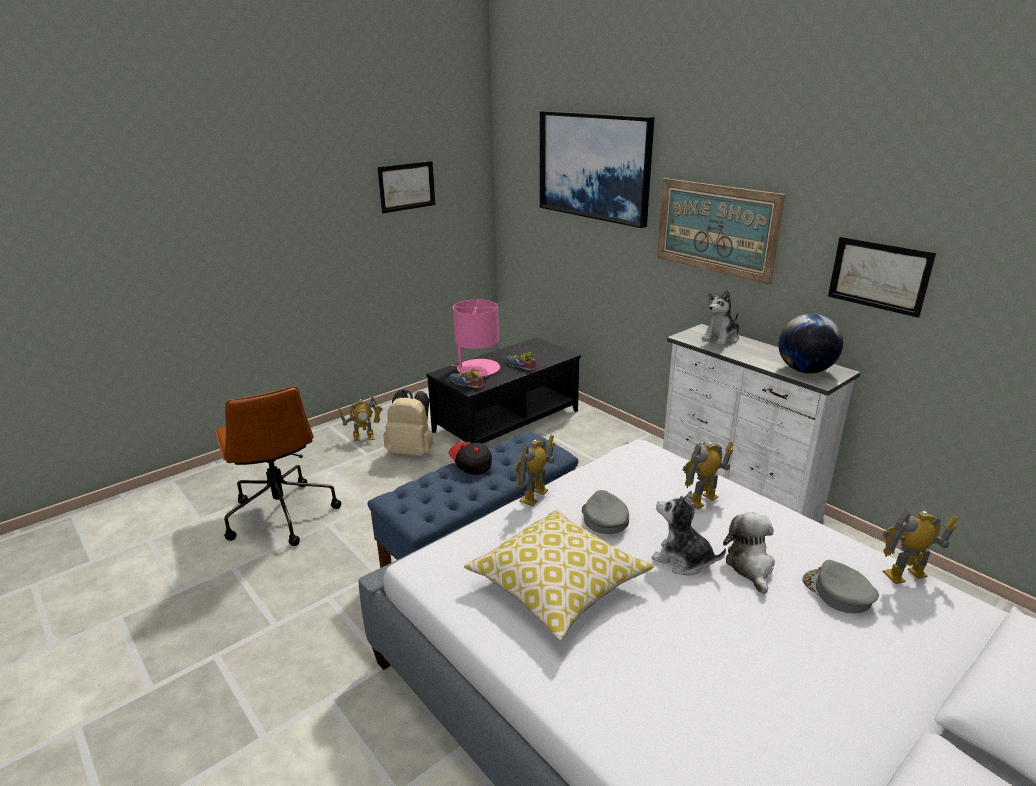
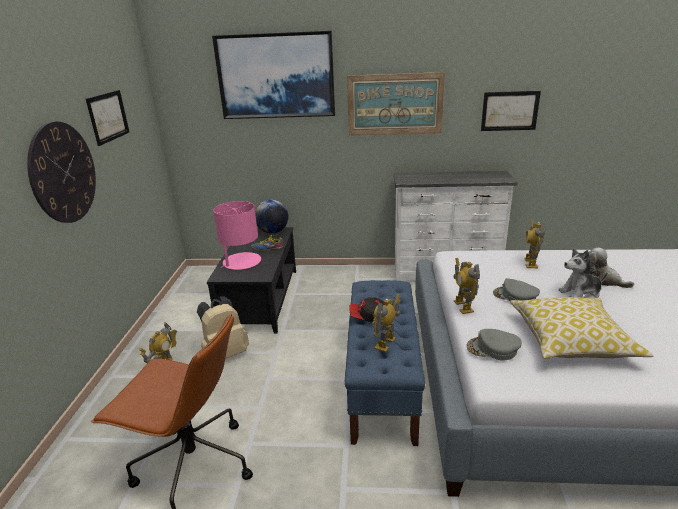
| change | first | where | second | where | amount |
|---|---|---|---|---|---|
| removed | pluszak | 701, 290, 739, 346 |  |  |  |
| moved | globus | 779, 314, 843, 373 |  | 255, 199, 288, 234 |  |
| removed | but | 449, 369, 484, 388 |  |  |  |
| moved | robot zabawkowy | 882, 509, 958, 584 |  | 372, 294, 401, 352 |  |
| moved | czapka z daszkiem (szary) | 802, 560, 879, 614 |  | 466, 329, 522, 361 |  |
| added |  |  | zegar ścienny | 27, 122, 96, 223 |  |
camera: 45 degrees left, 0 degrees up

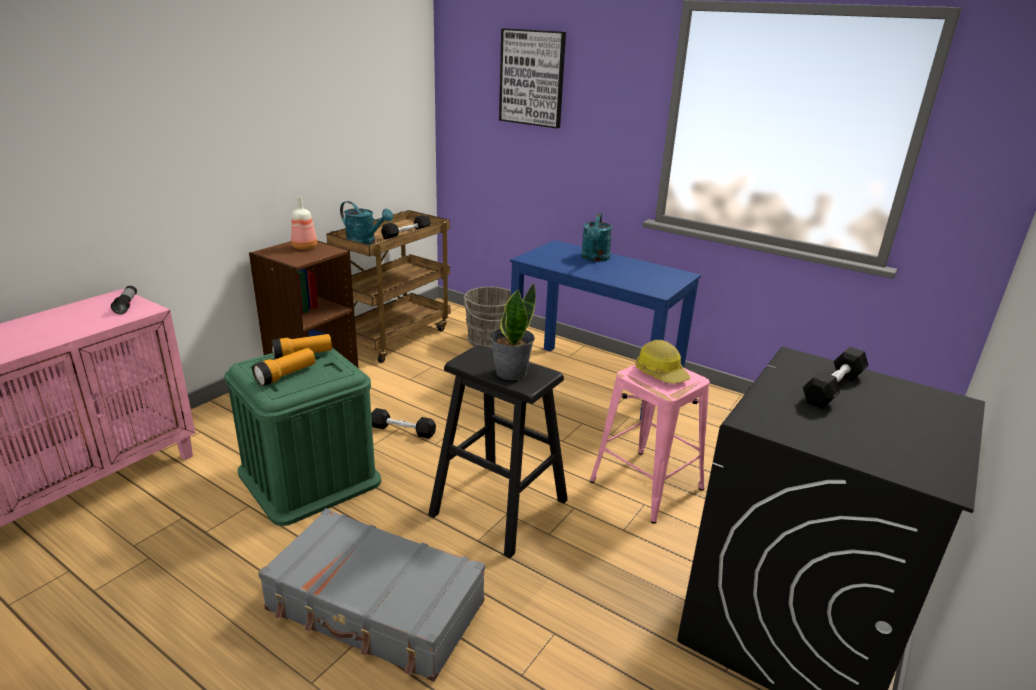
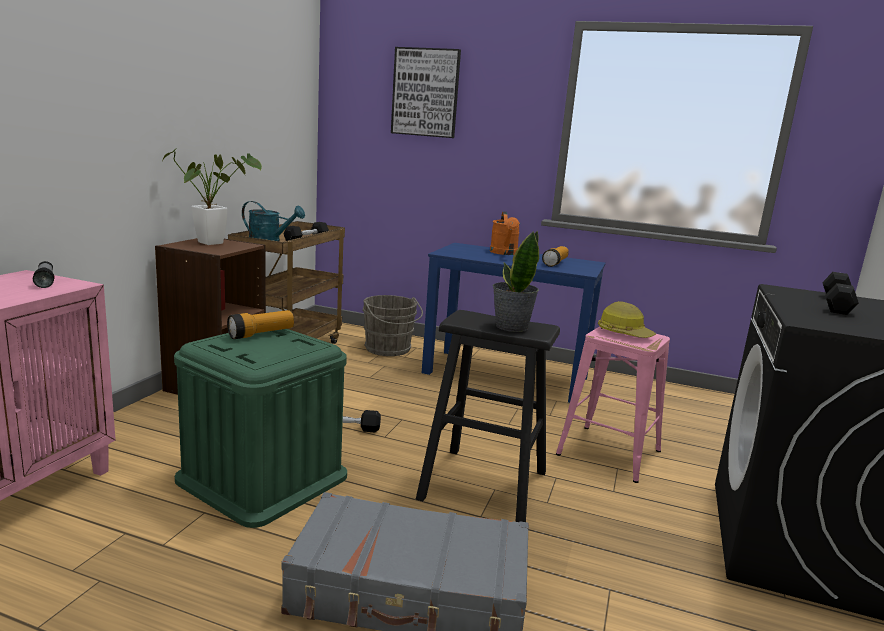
| change | first | where | second | where | amount |
|---|---|---|---|---|---|
| replaced | butelka | 291, 196, 317, 250 | roślina doniczkowa | 163, 148, 262, 245 |  |
| recoloured | konewka (turkusowy) | 581, 213, 612, 262 | konewka (pomarańczowy) | 490, 212, 520, 255 |  |
| moved | latarka | 252, 348, 315, 386 |  | 542, 246, 569, 267 |  |
camera: 15 degrees left, 10 degrees down

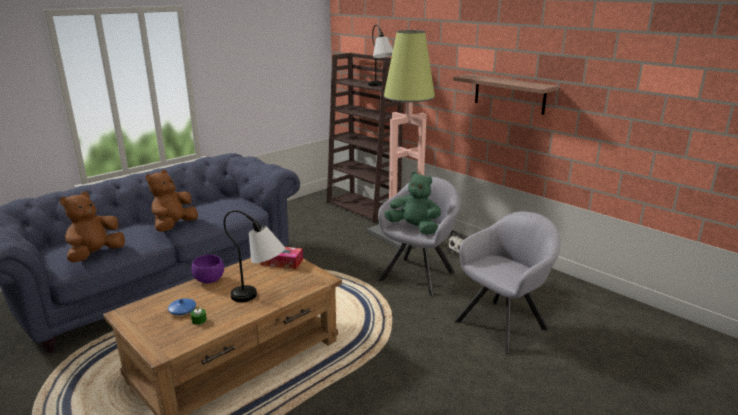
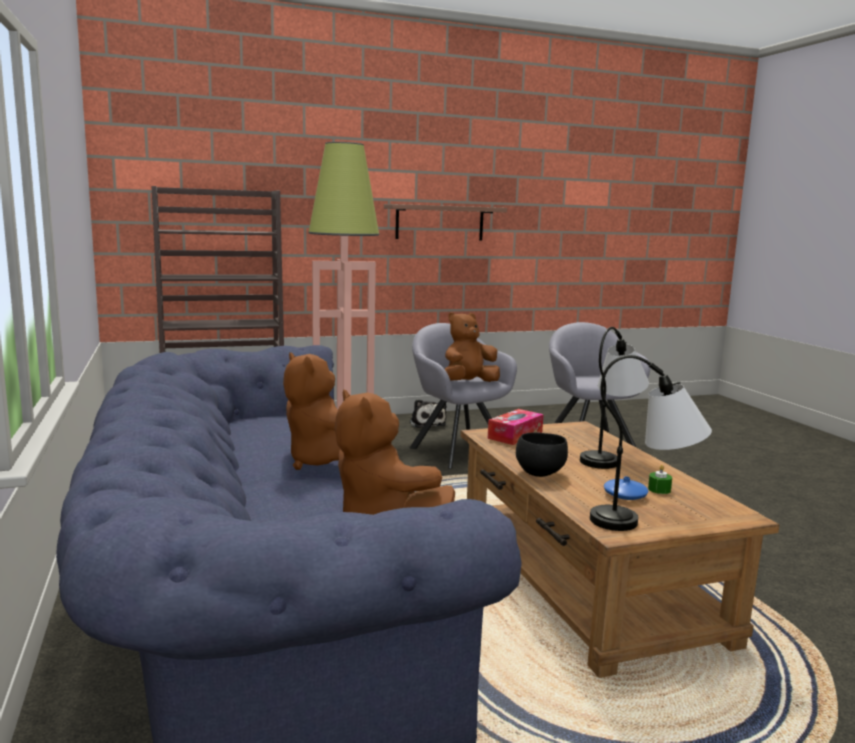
| change | first | where | second | where | amount |
|---|---|---|---|---|---|
| moved | lampa stołowa | 368, 25, 393, 86 |  | 590, 355, 712, 531 |  |
| recoloured | pluszak (zielony) | 384, 172, 441, 234 | pluszak (brązowy) | 445, 312, 500, 382 |  |
| recoloured | miska (fioletowy) | 191, 255, 224, 283 | miska (czarny) | 516, 432, 568, 477 |  |
camera: 65 degrees left, 10 degrees down

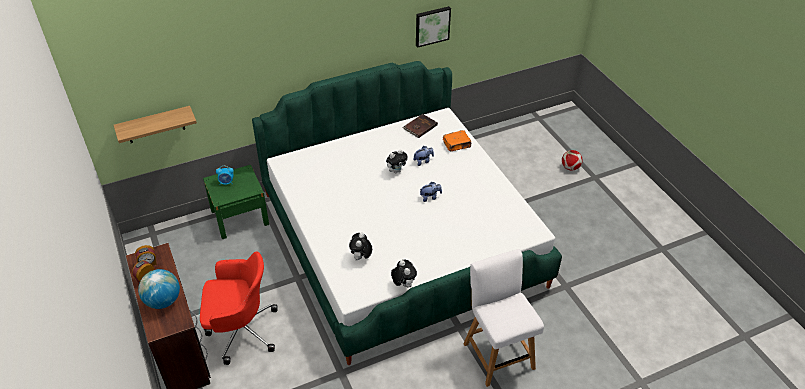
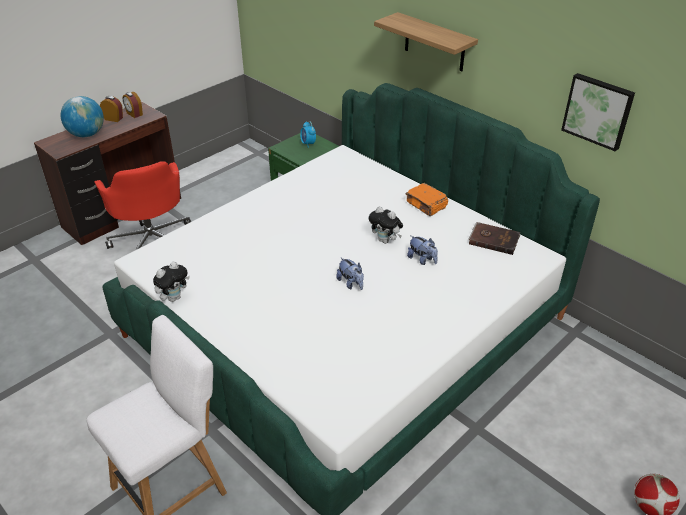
| change | first | where | second | where | amount |
|---|---|---|---|---|---|
| moved | półka | 114, 106, 197, 143 |  | 374, 12, 478, 71 |  |
| moved | książka (pomarańczowy) | 443, 130, 471, 151 |  | 406, 183, 448, 216 |  |
| removed | pluszak | 349, 233, 372, 260 |  |  |  |
camera: 70 degrees right, 5 degrees down

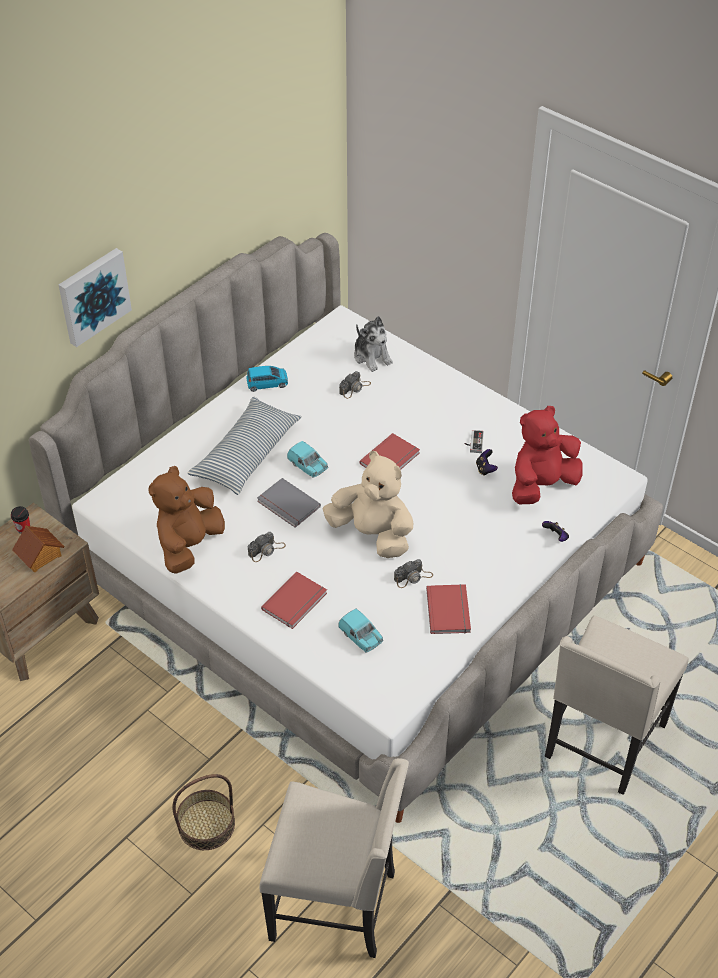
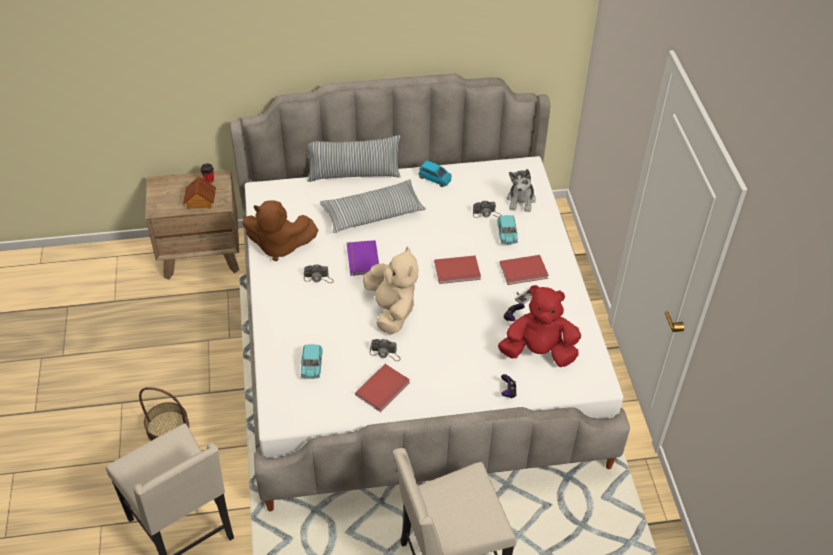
| change | first | where | second | where | amount |
|---|---|---|---|---|---|
| removed | obraz | 59, 248, 132, 347 |  |  |  |
| moved | samochodzik (turkusowy) | 287, 441, 328, 478 |  | 497, 215, 518, 244 |  |
| turned | pluszak (brązowy) | 148, 466, 225, 574 |  | 242, 200, 318, 261 | 150 degrees counterclockwise |
| recoloured | książka (szary) | 257, 478, 321, 528 | książka (fioletowy) | 347, 240, 379, 276 |  |
| moved | książka (czerwony) | 261, 572, 327, 629 |  | 500, 255, 549, 285 |  |
| added |  |  | poduszka | 307, 135, 401, 182 |  |
camera: 40 degrees right, 0 degrees up

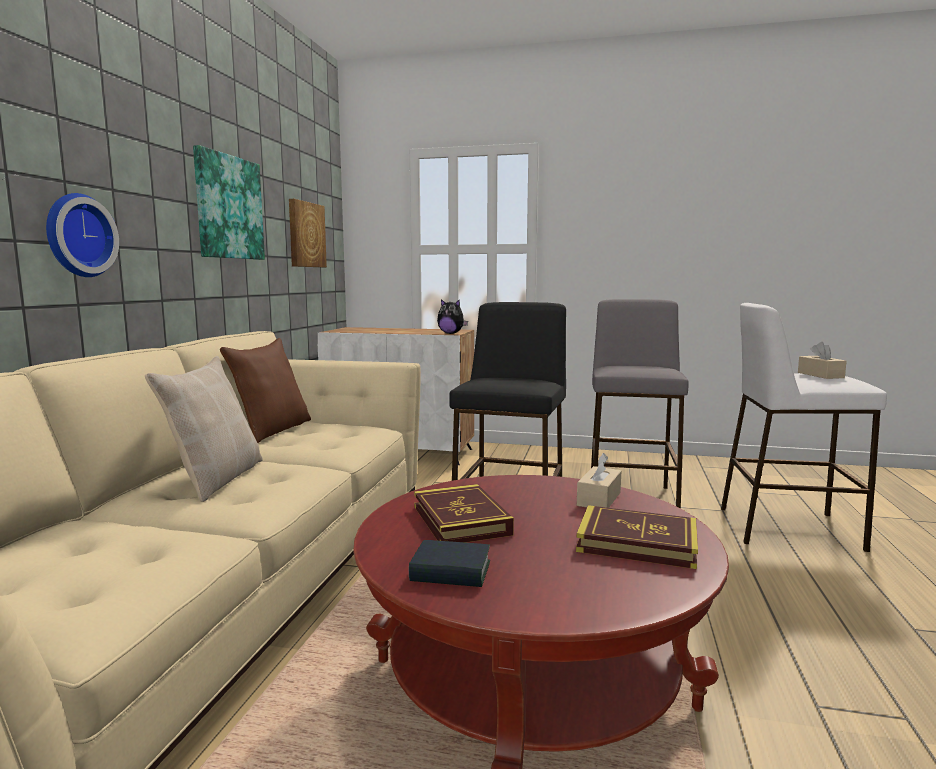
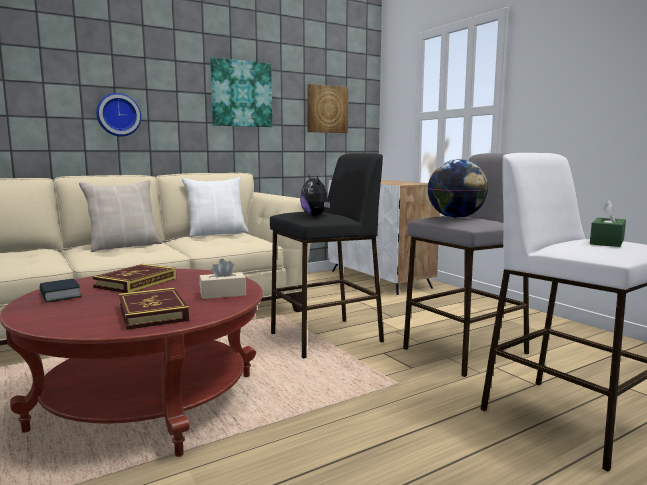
| change | first | where | second | where | amount |
|---|---|---|---|---|---|
| moved | pluszak | 437, 299, 468, 334 |  | 300, 176, 331, 216 |  |
| recoloured | poduszka (brązowy) | 220, 338, 311, 443 | poduszka (biały) | 182, 177, 249, 238 |  |
| recoloured | pudełko chusteczek (beżowy) | 798, 342, 847, 379 | pudełko chusteczek (zielony) | 590, 200, 626, 247 |  |
| added |  |  | globus | 427, 159, 488, 218 |  |
camera: 45 degrees right, 0 degrees up

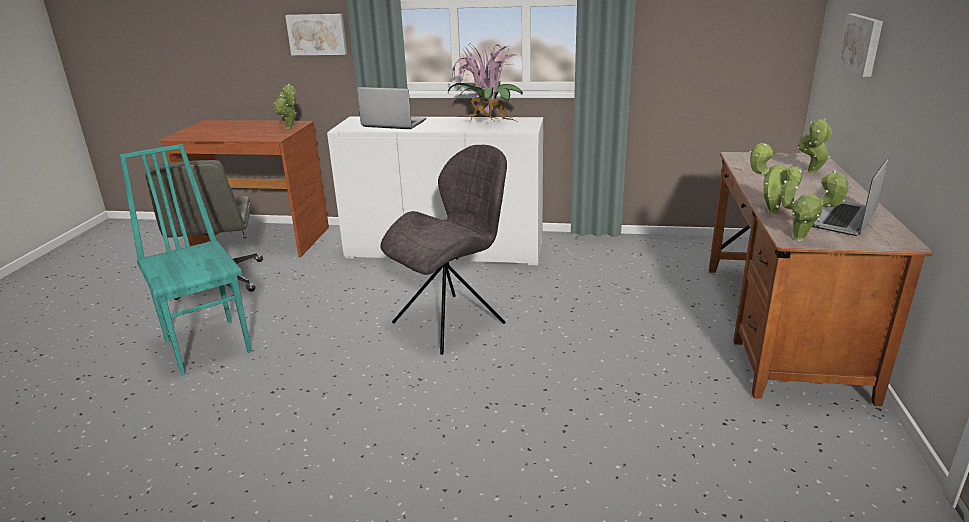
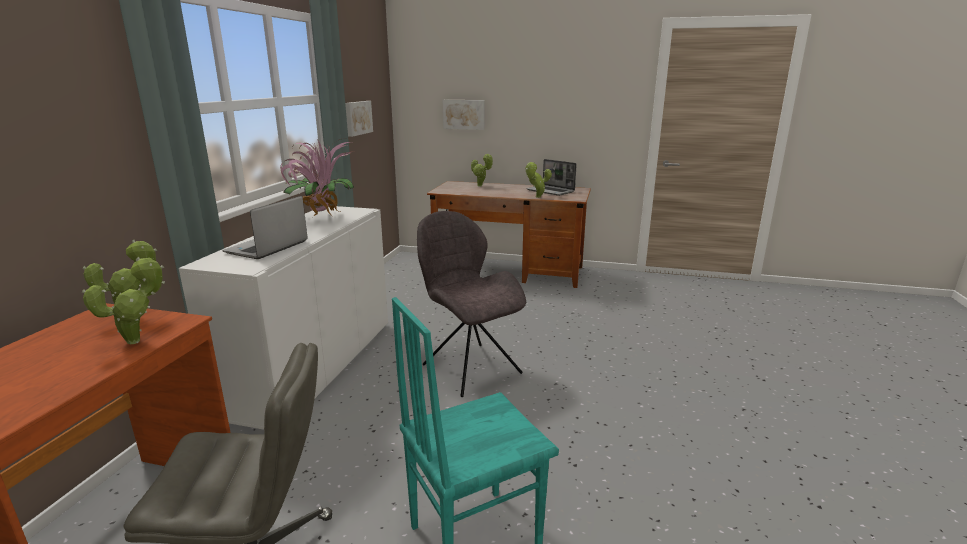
| change | first | where | second | where | amount |
|---|---|---|---|---|---|
| moved | obraz | 285, 14, 347, 55 |  | 345, 101, 373, 137 |  |
| moved | roślina doniczkowa | 781, 170, 851, 241 |  | 82, 257, 165, 344 |  |
camera: 85 degrees left, 5 degrees down

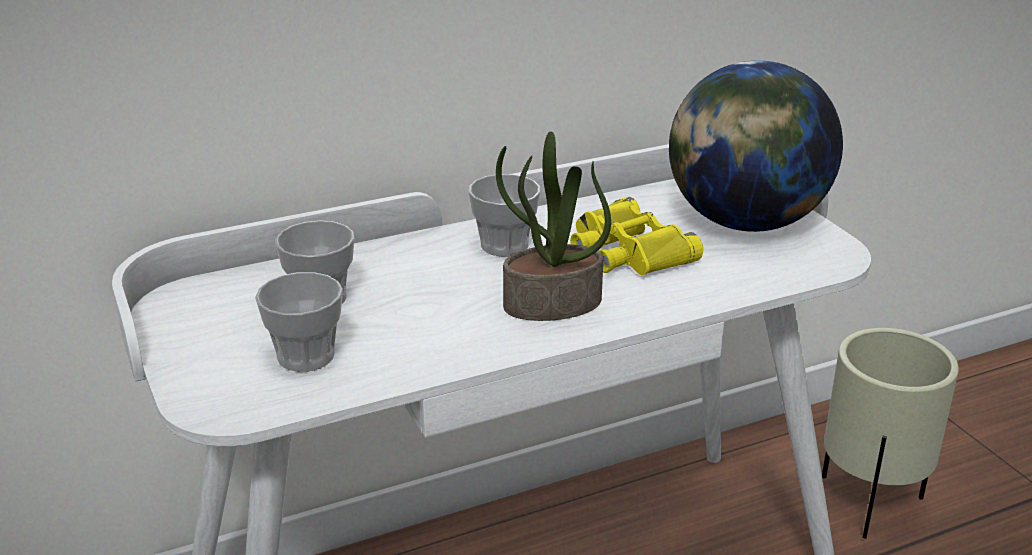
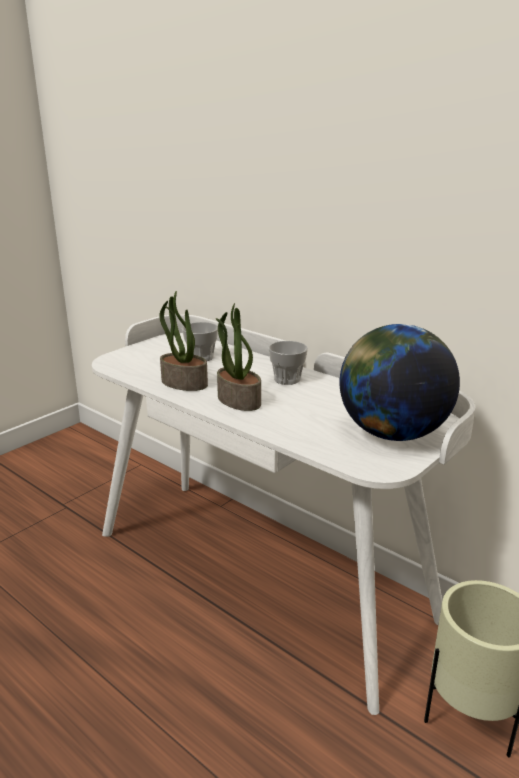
| change | first | where | second | where | amount |
|---|---|---|---|---|---|
| removed | lornetka (żółty) | 570, 197, 703, 275 |  |  |  |
| removed | filiżanka | 255, 272, 343, 372 |  |  |  |
| added |  |  | roślina doniczkowa | 159, 291, 208, 391 |  |
camera: 65 degrees right, 5 degrees down

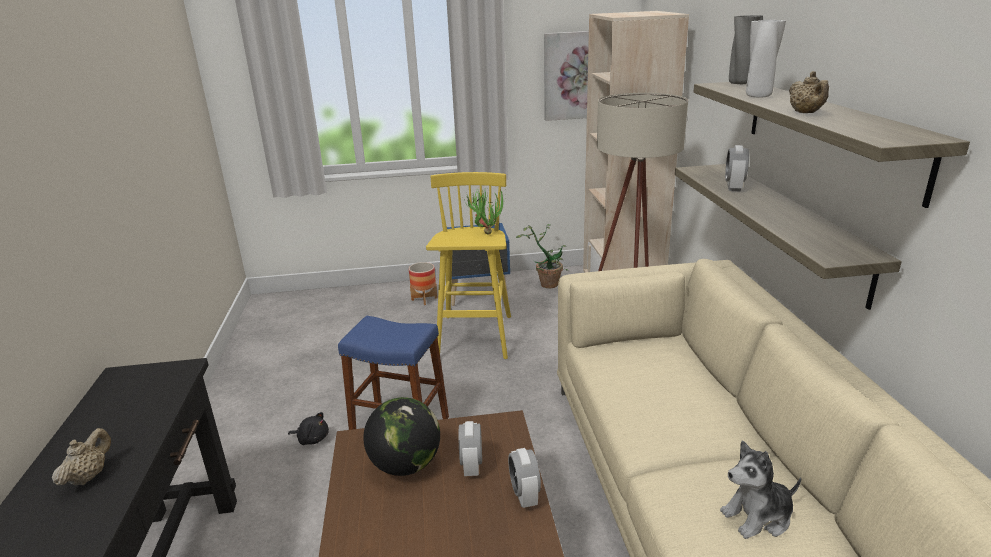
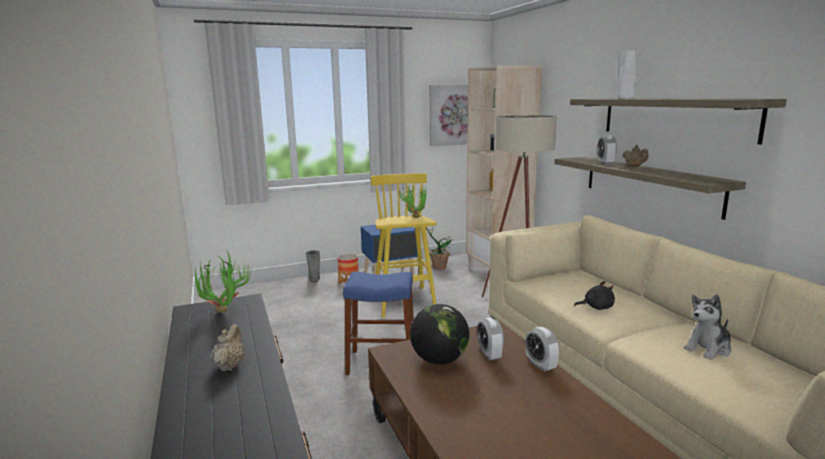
| change | first | where | second | where | amount |
|---|---|---|---|---|---|
| moved | wazon (szary) | 729, 15, 763, 84 |  | 306, 250, 320, 282 |  |
| moved | imbryk (beżowy) | 789, 71, 829, 113 |  | 622, 145, 648, 167 |  |
| moved | pluszak (czarny) | 288, 412, 329, 445 |  | 574, 281, 615, 310 |  |
| added |  |  | roślina doniczkowa | 191, 251, 252, 313 |  |
camera: 15 degrees left, 10 degrees down

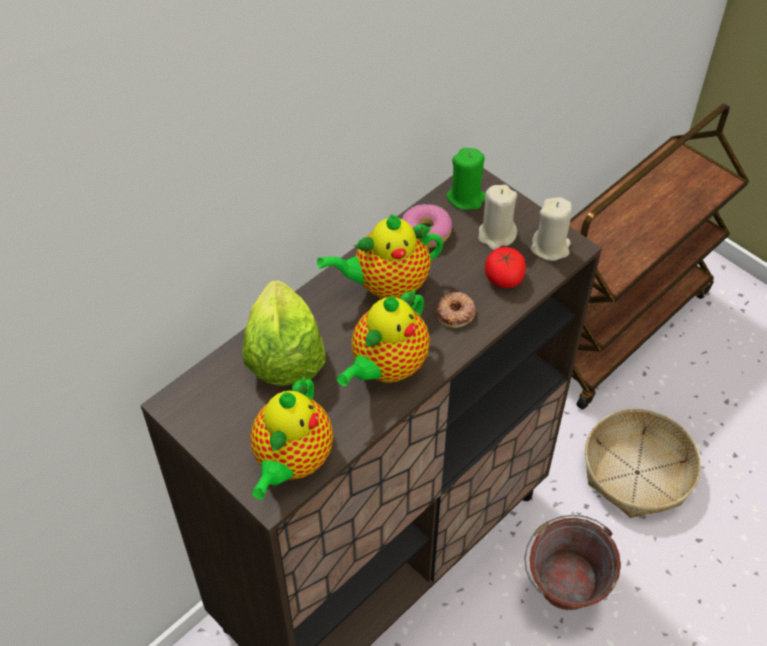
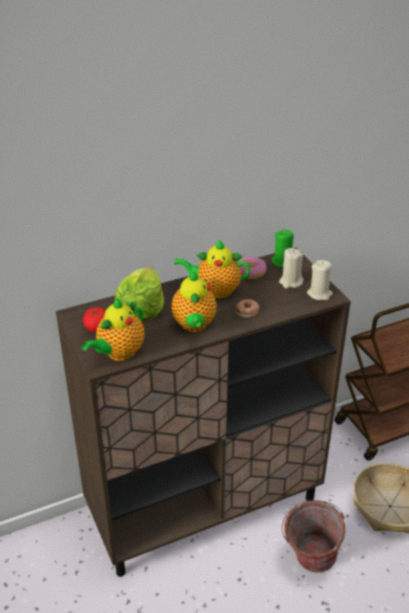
| change | first | where | second | where | amount |
|---|---|---|---|---|---|
| moved | pomidor | 485, 247, 526, 288 |  | 83, 307, 106, 332 |  |
| turned | imbryk | 337, 289, 430, 386 |  | 171, 272, 217, 332 | 60 degrees counterclockwise |
camera: 20 degrees right, 15 degrees down

